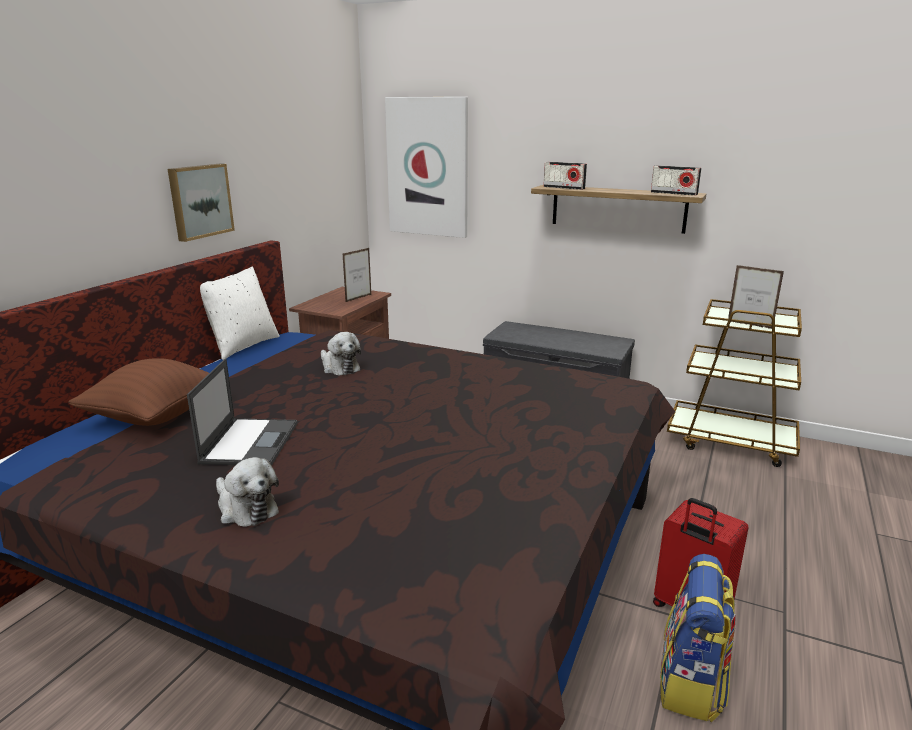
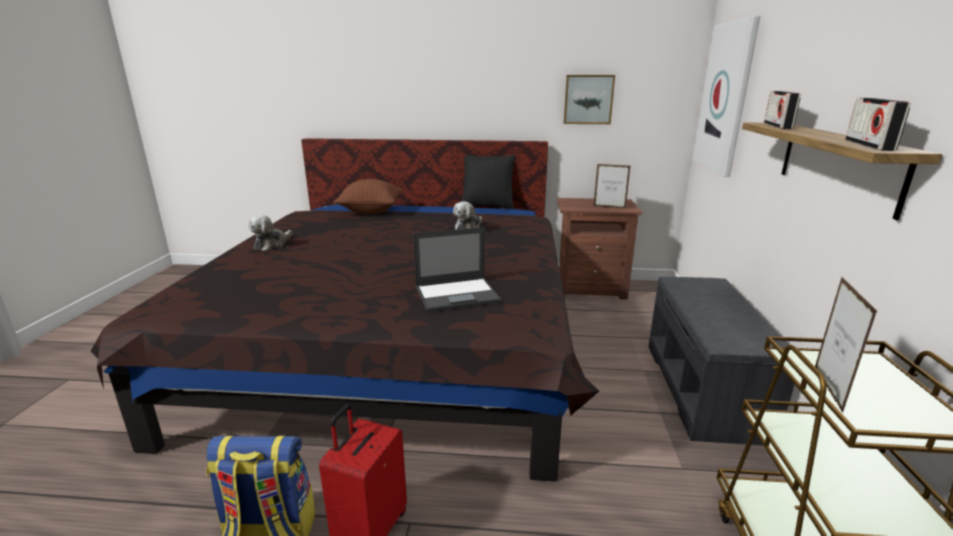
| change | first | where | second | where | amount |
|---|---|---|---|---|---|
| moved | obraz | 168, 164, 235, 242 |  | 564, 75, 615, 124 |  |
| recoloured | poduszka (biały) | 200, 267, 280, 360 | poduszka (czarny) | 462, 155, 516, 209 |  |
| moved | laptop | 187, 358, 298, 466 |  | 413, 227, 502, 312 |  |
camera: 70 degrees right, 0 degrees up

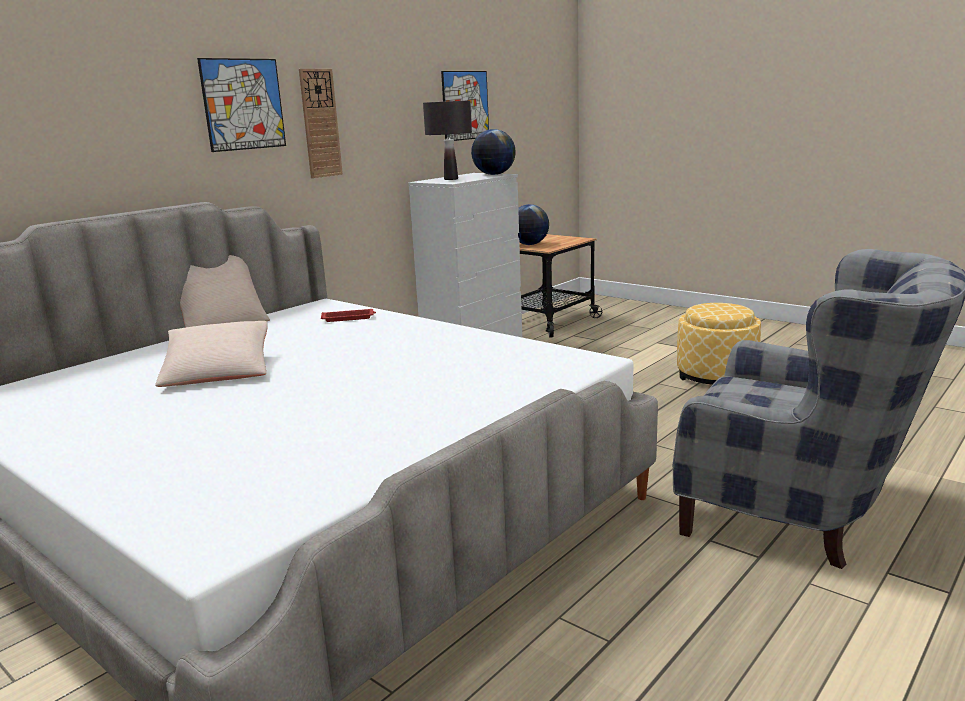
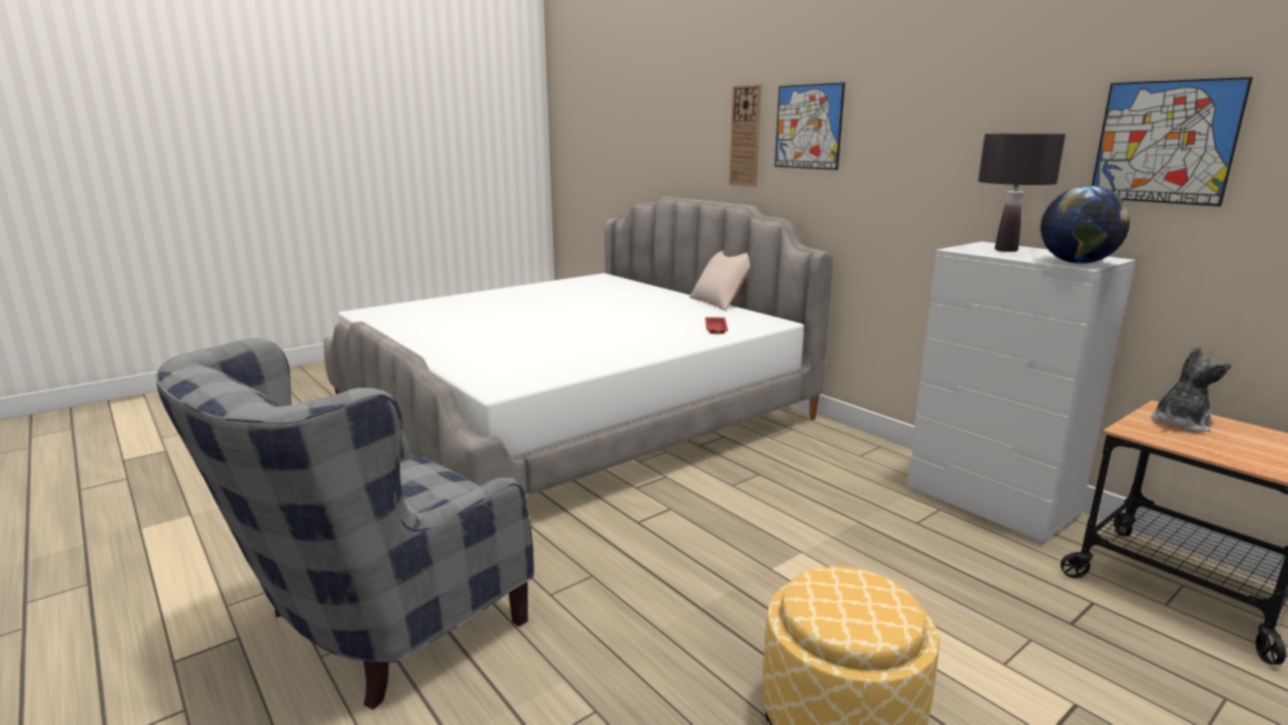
| change | first | where | second | where | amount |
|---|---|---|---|---|---|
| moved | zegar ścienny | 299, 69, 343, 178 |  | 729, 84, 761, 187 |  |
| replaced | globus | 518, 204, 549, 245 | pluszak | 1151, 346, 1231, 433 |  |
| removed | poduszka (beżowy) | 155, 321, 268, 387 |  |  |  |
camera: 100 degrees right, 0 degrees up

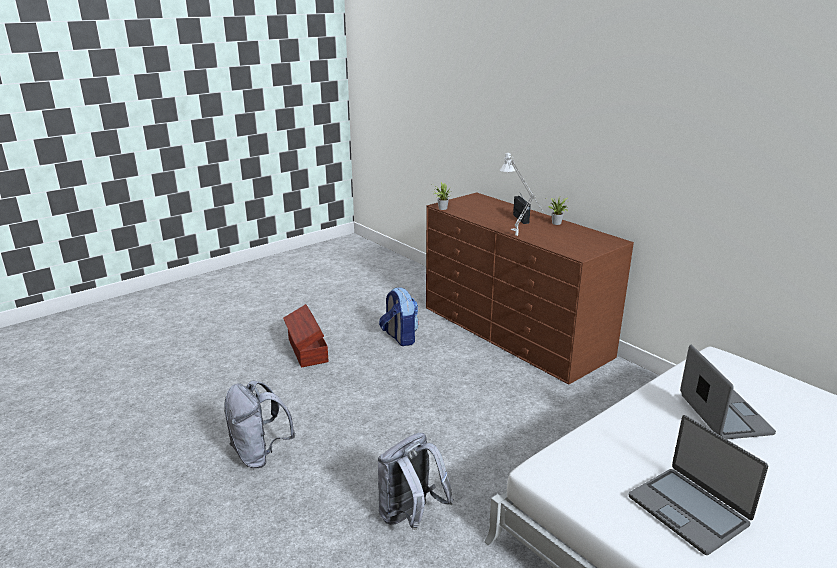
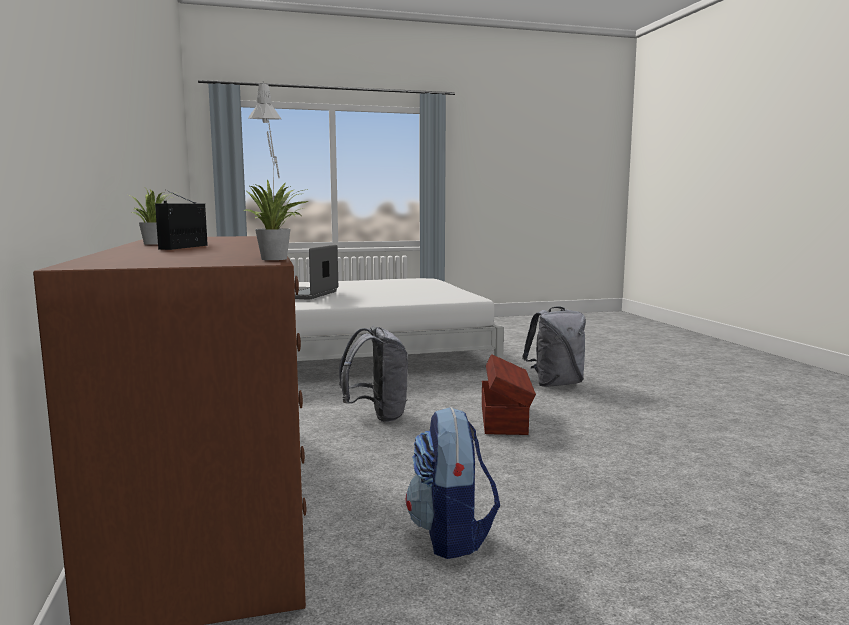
| change | first | where | second | where | amount |
|---|---|---|---|---|---|
| moved | pojemnik do przechowywania (brązowy) | 283, 304, 329, 367 |  | 482, 354, 536, 435 |  |
| moved | plecak (szary) | 224, 381, 295, 468 |  | 339, 325, 408, 422 |  |
| removed | laptop | 629, 415, 768, 555 |  |  |  |
camera: 155 degrees left, 15 degrees down

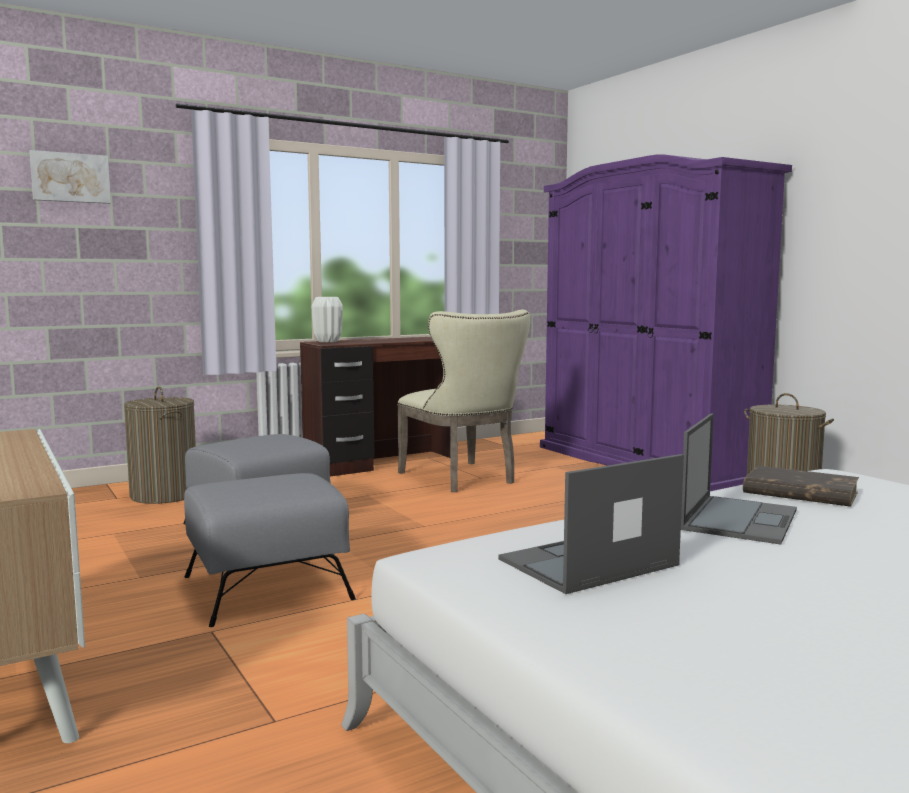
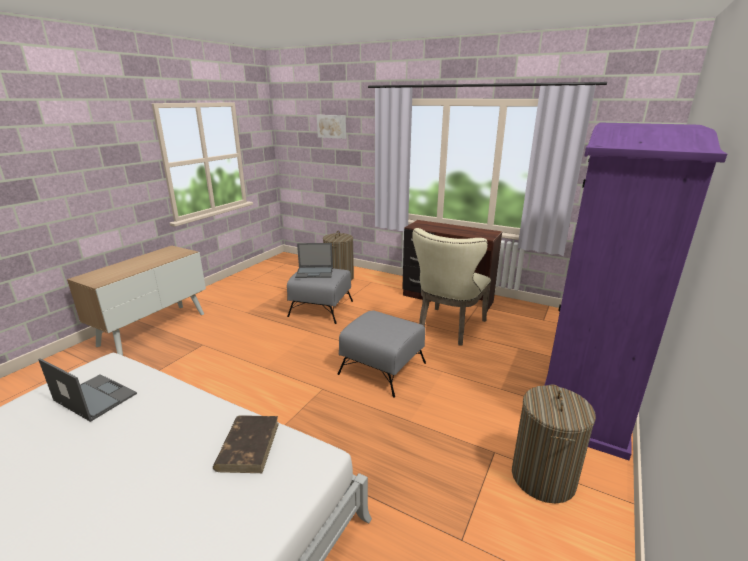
| change | first | where | second | where | amount |
|---|---|---|---|---|---|
| removed | wazon (biały) | 312, 297, 343, 342 |  |  |  |
| moved | laptop | 681, 413, 797, 545 |  | 295, 243, 333, 278 |  |
| moved | pufa (szary) | 184, 473, 356, 627 |  | 337, 310, 426, 398 |  |
camera: 60 degrees right, 15 degrees up

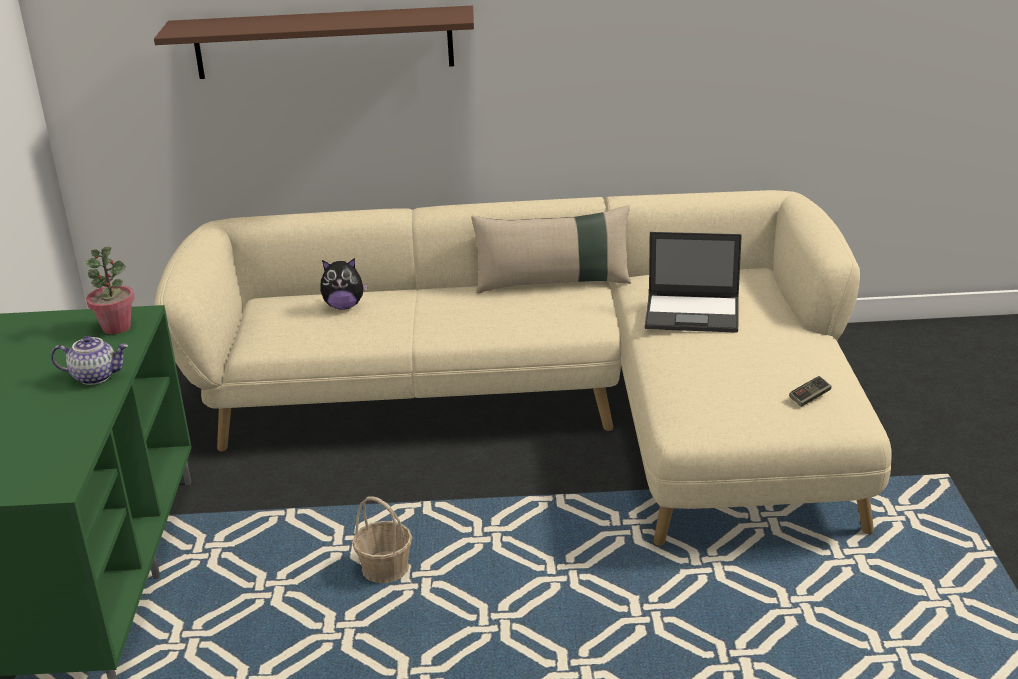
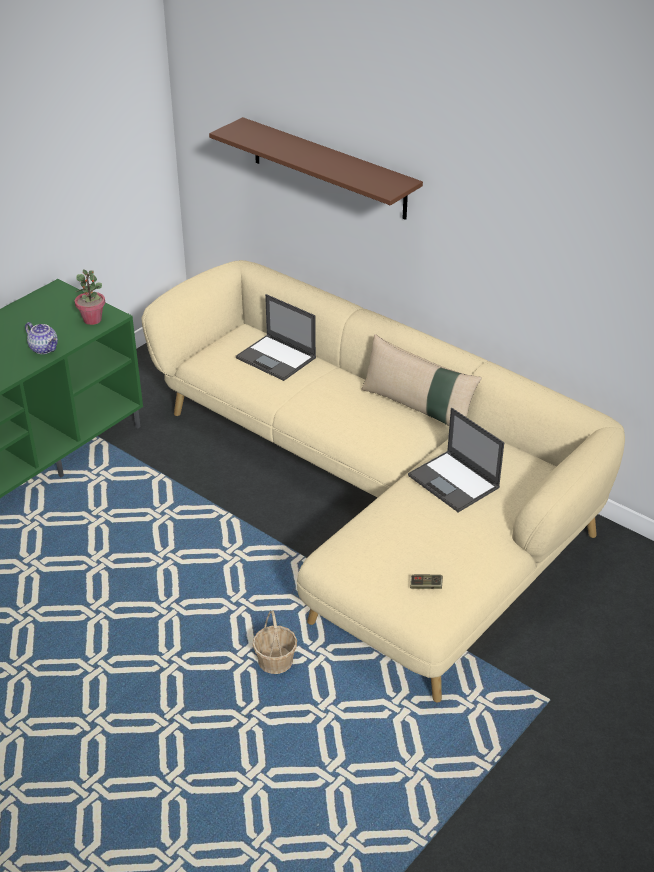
| change | first | where | second | where | amount |
|---|---|---|---|---|---|
| replaced | pluszak | 320, 258, 368, 310 | laptop | 236, 294, 316, 381 |  |
| moved | koszyk | 352, 496, 412, 583 |  | 253, 610, 297, 674 |  |
camera: 40 degrees right, 10 degrees up

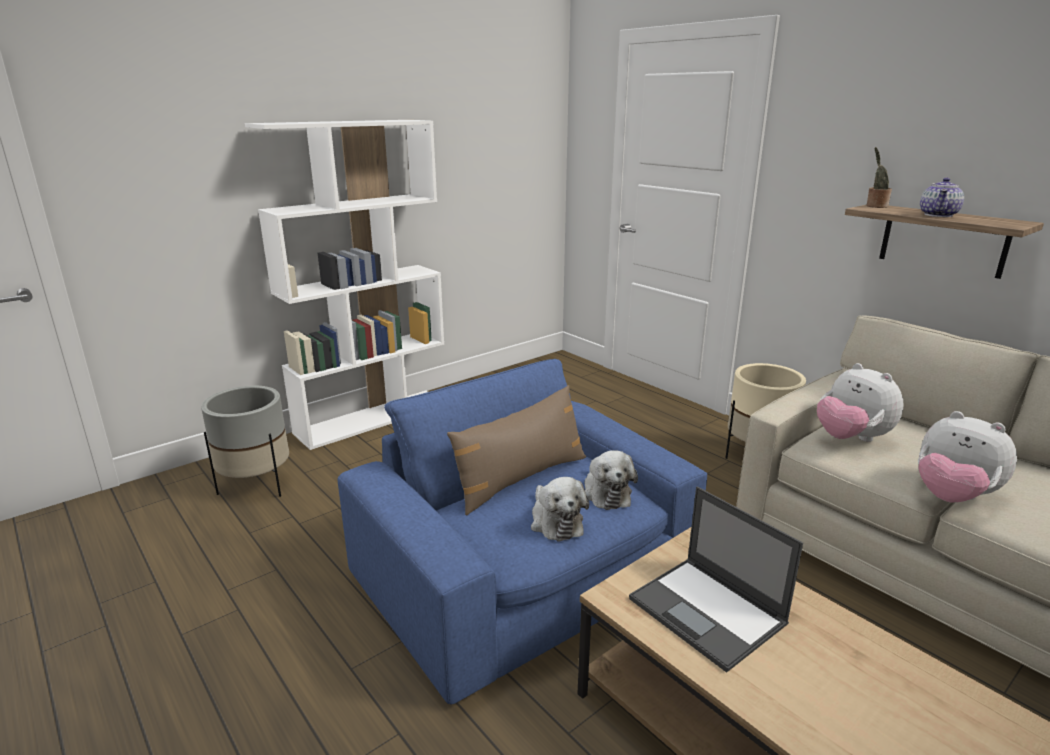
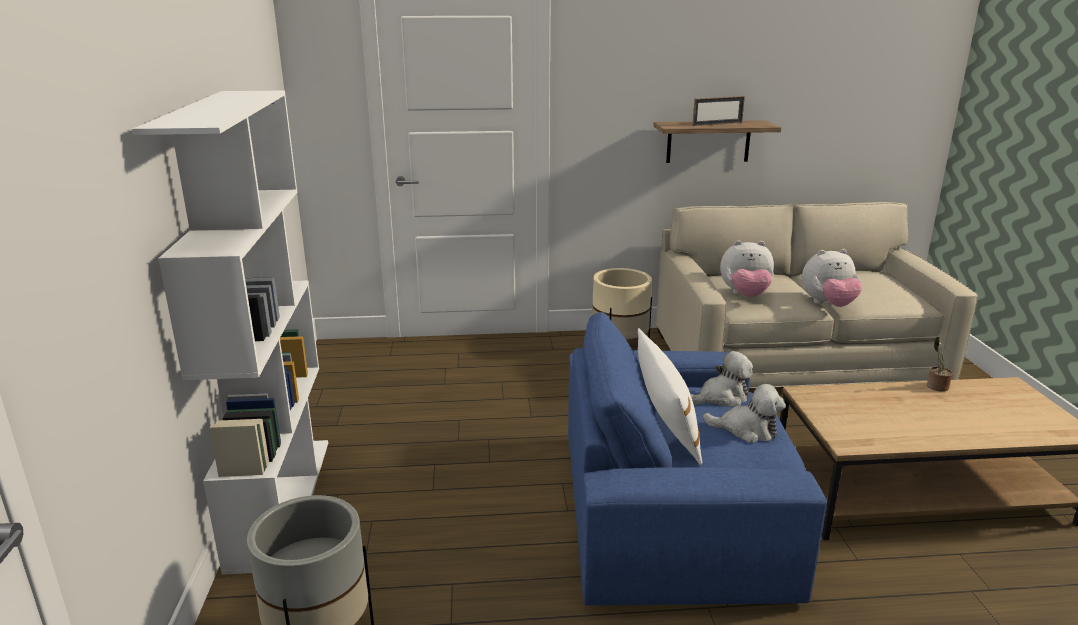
| change | first | where | second | where | amount |
|---|---|---|---|---|---|
| moved | roślina doniczkowa | 866, 147, 892, 208 |  | 927, 336, 952, 391 |  |
| replaced | imbryk | 920, 178, 964, 217 | ramka na zdjęcie | 692, 96, 745, 126 |  |
| recoloured | poduszka (brązowy) | 447, 385, 586, 515 | poduszka (biały) | 638, 328, 702, 465 |  |
| turned | pluszak | 585, 450, 638, 510 |  | 690, 351, 753, 407 | 45 degrees counterclockwise |
| removed | laptop | 629, 487, 803, 673 |  |  |  |
camera: 55 degrees left, 0 degrees up

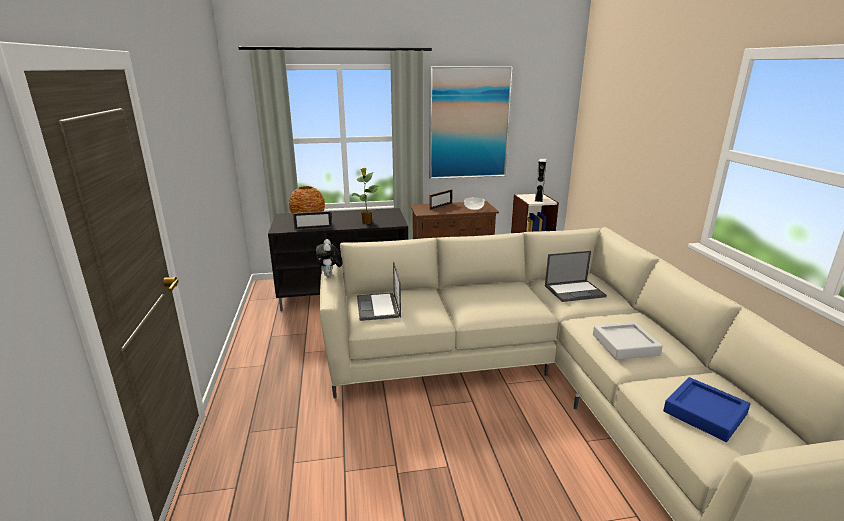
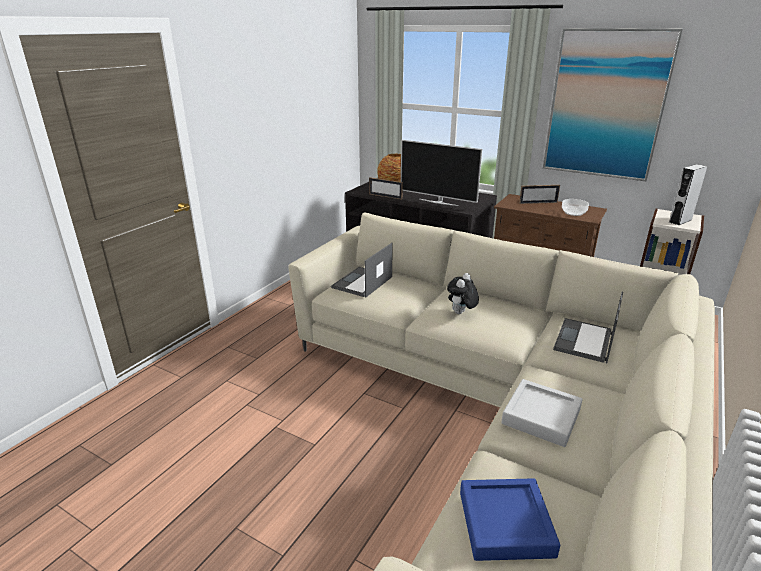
| change | first | where | second | where | amount |
|---|---|---|---|---|---|
| replaced | roślina doniczkowa | 350, 168, 379, 224 | telewizor | 401, 140, 482, 206 |  |
| moved | pluszak | 315, 239, 343, 276 |  | 447, 273, 479, 314 |  |
| turned | laptop | 545, 251, 607, 302 |  | 553, 292, 623, 363 | 90 degrees clockwise |
camera: 40 degrees right, 5 degrees up

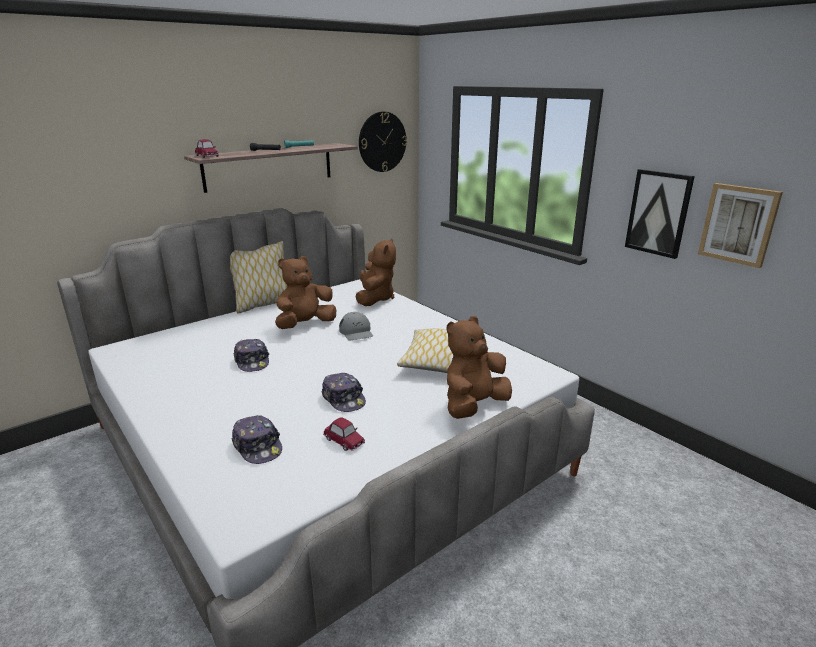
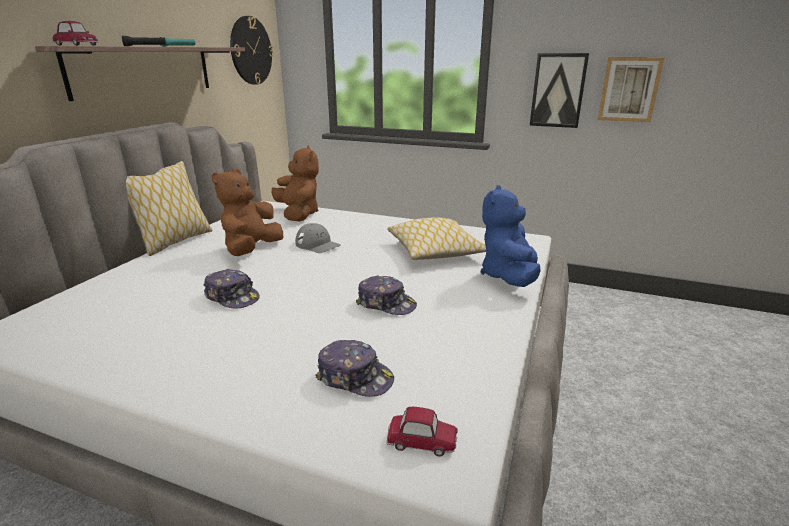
| change | first | where | second | where | amount |
|---|---|---|---|---|---|
| recoloured | pluszak (brązowy) | 447, 316, 512, 419 | pluszak (niebieski) | 481, 185, 541, 287 |  |
| moved | samochodzik | 323, 417, 365, 451 |  | 386, 407, 458, 457 |  |
camera: 30 degrees left, 0 degrees up

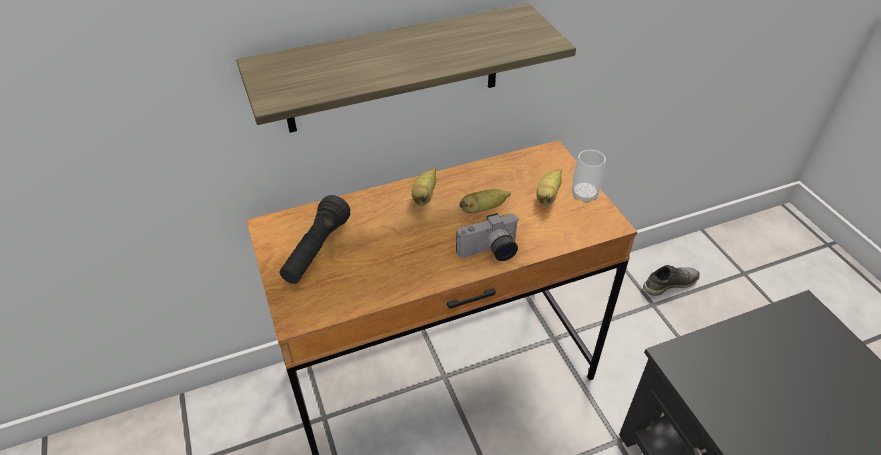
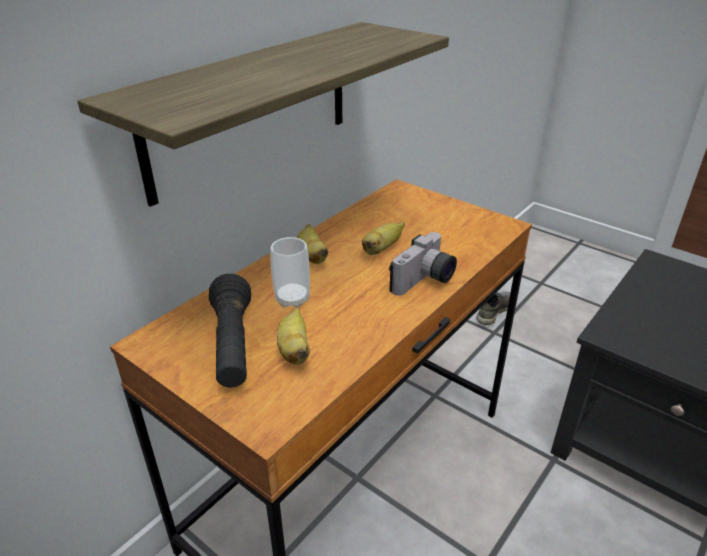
| change | first | where | second | where | amount |
|---|---|---|---|---|---|
| moved | filiżanka | 572, 150, 606, 203 |  | 271, 237, 310, 308 |  |
| moved | banan | 536, 169, 562, 206 |  | 277, 308, 310, 365 |  |
camera: 30 degrees left, 10 degrees down

